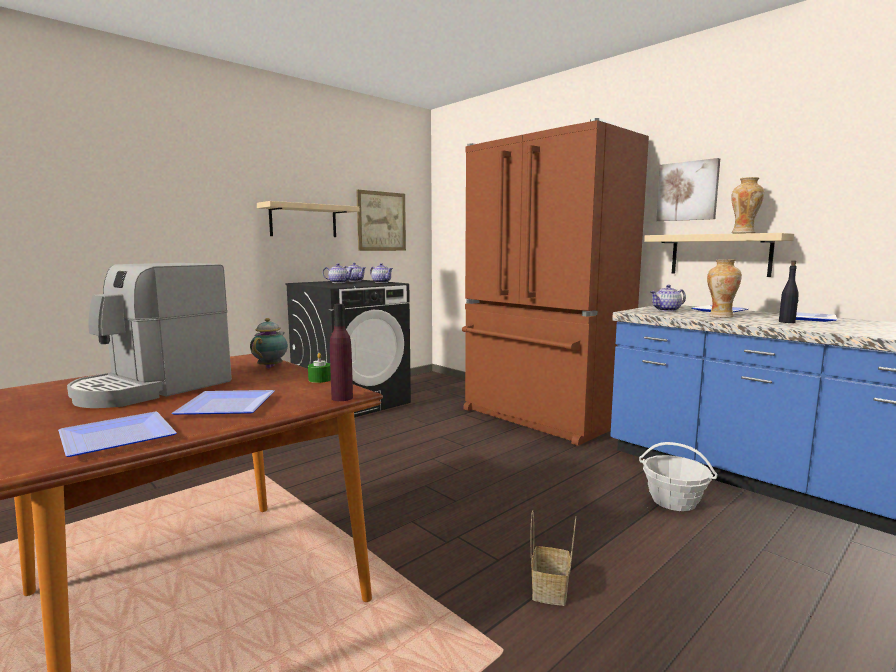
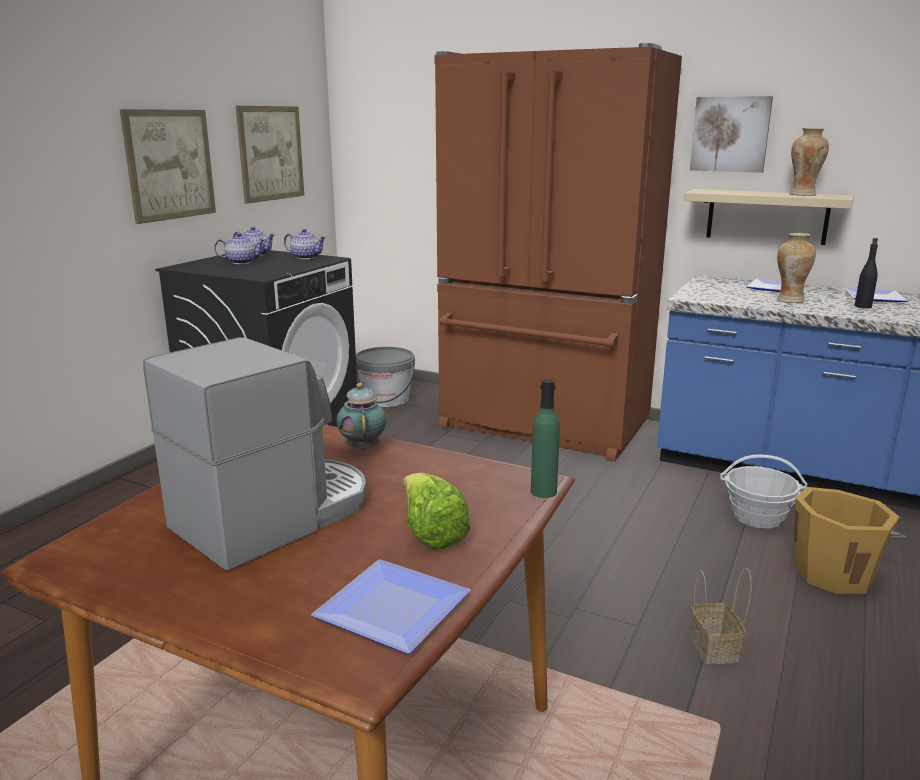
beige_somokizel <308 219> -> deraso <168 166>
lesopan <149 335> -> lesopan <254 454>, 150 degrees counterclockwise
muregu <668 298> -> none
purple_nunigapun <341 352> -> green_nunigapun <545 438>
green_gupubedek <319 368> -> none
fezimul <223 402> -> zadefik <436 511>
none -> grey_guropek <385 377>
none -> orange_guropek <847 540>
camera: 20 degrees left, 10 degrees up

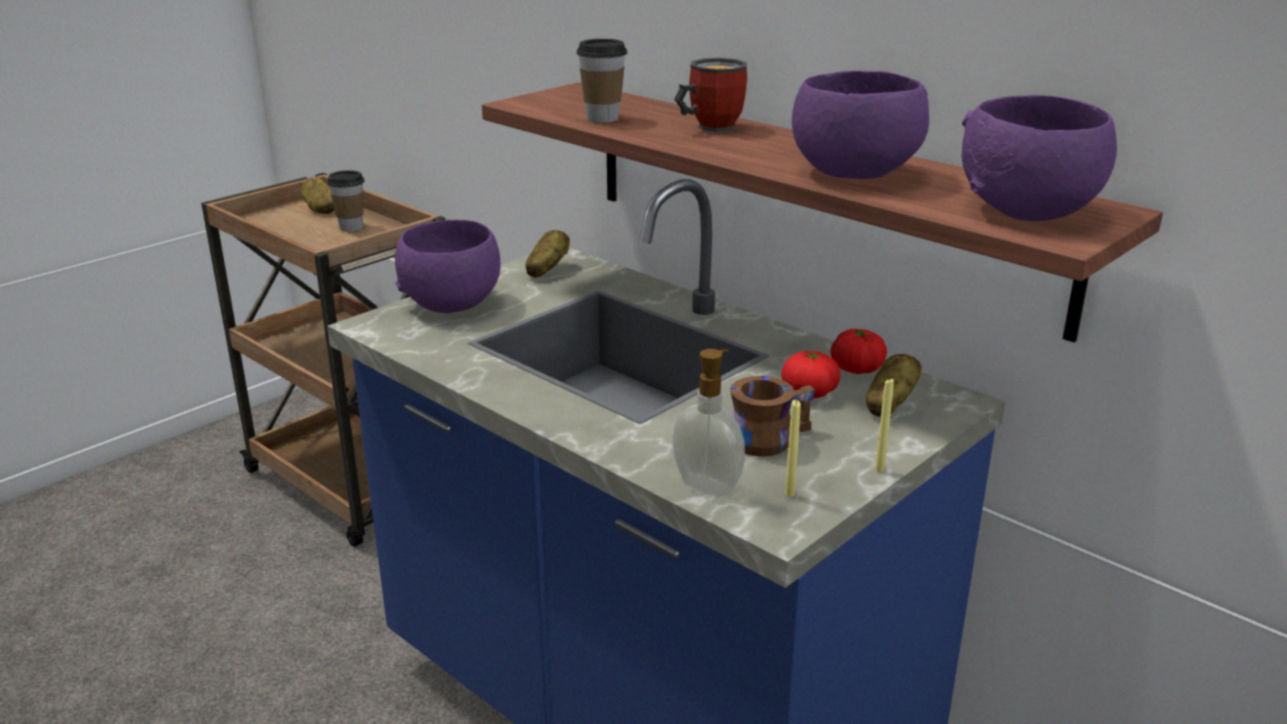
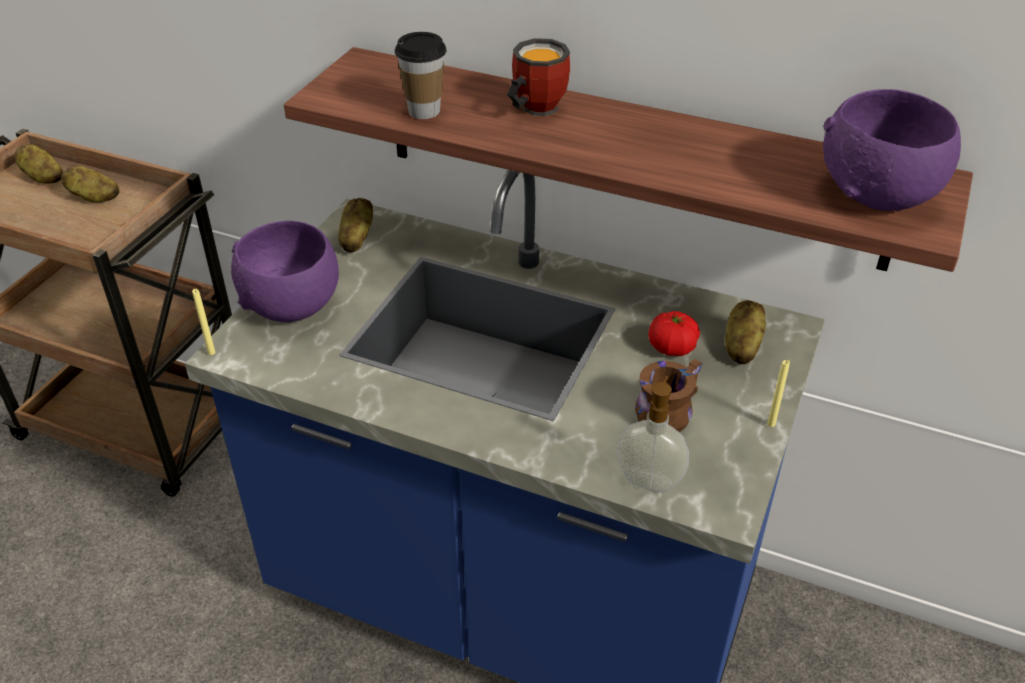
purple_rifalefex <860 125> -> none
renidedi <346 200> -> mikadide <90 184>
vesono <858 351> -> none
yellow_gupubedek <792 448> -> yellow_gupubedek <203 322>, moved
camera: 20 degrees left, 15 degrees up

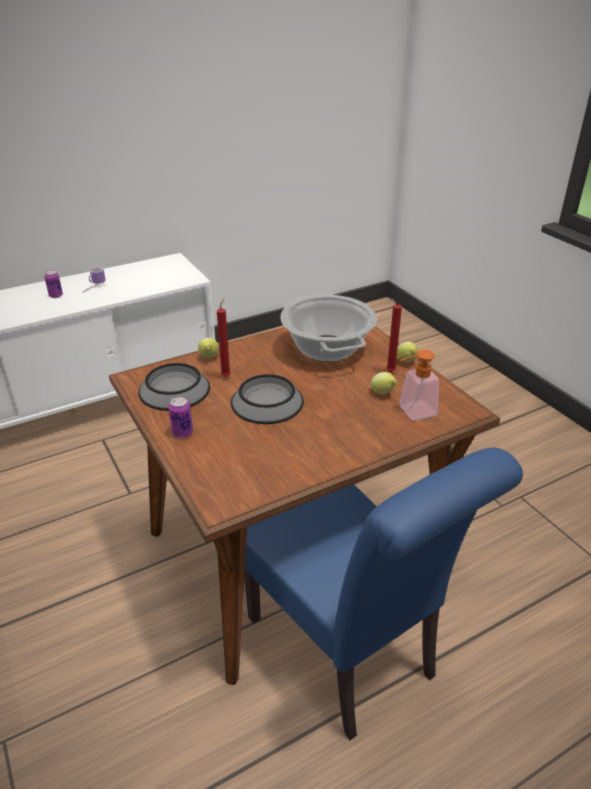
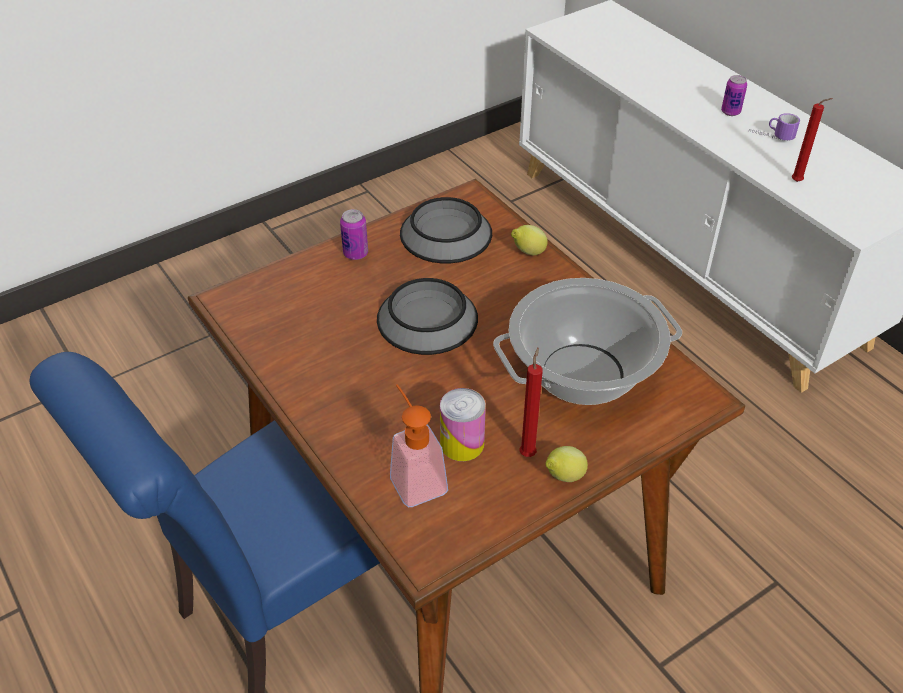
red_gupubedek <224 338> -> red_gupubedek <812 140>, moved
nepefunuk <384 383> -> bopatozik <463 424>
camera: 85 degrees right, 10 degrees up

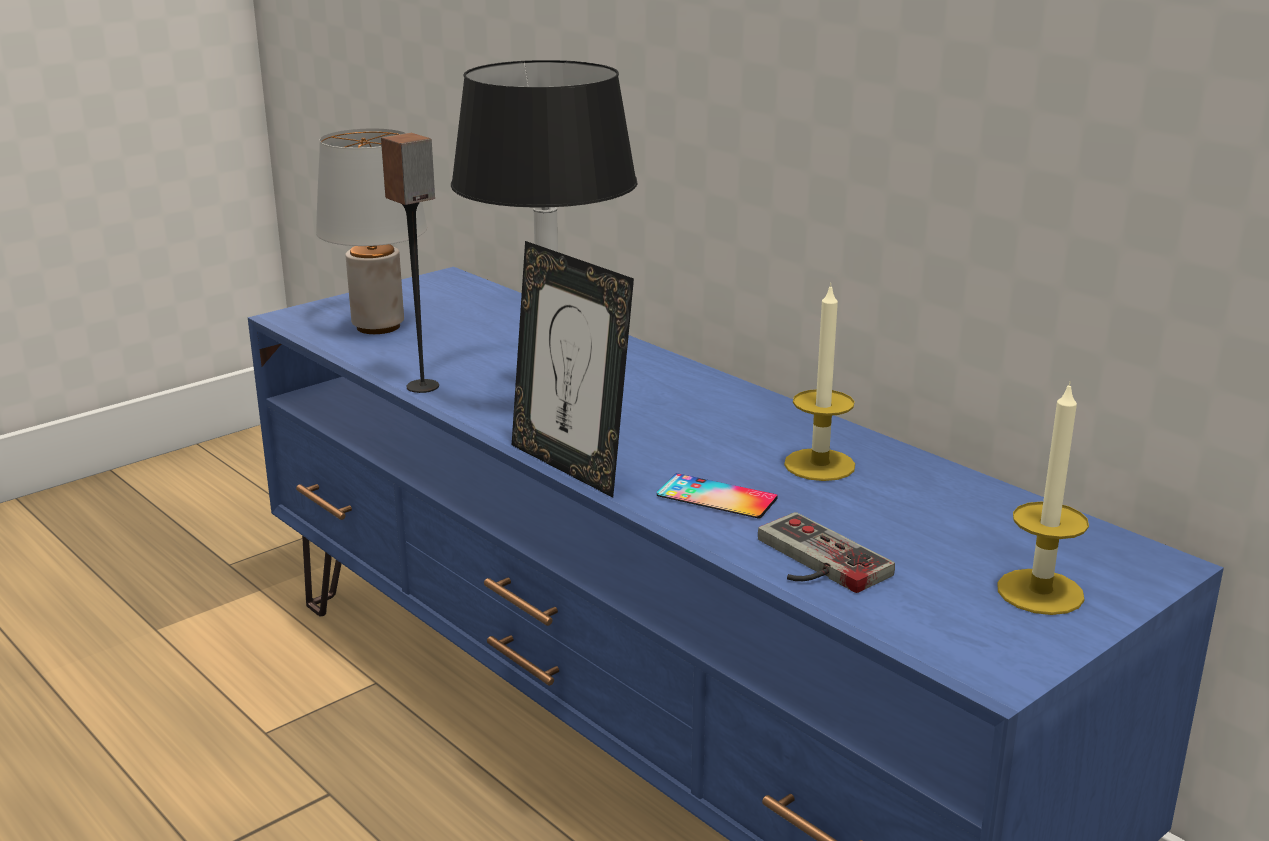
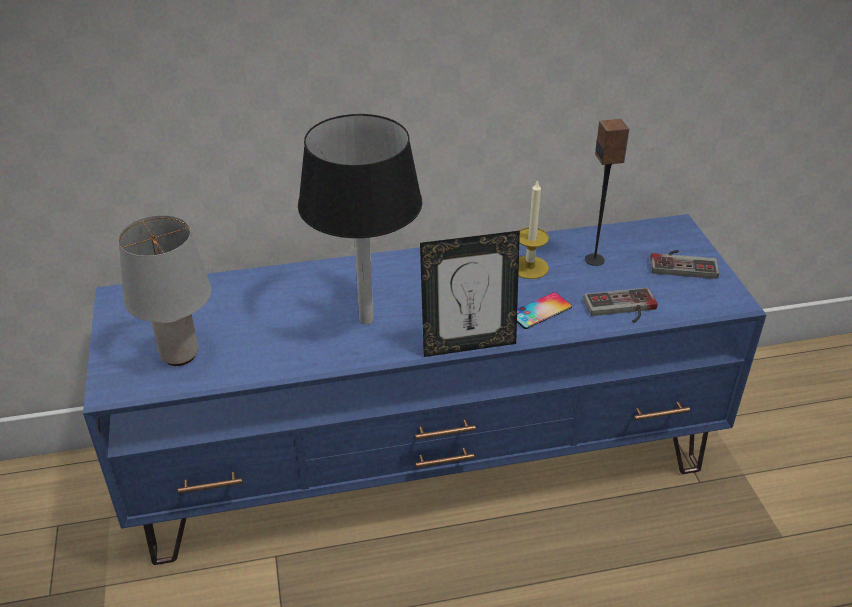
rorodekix <410 263> -> rorodekix <607 192>, moved
gupubedek <1043 498> -> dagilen <684 264>
camera: 60 degrees left, 15 degrees up

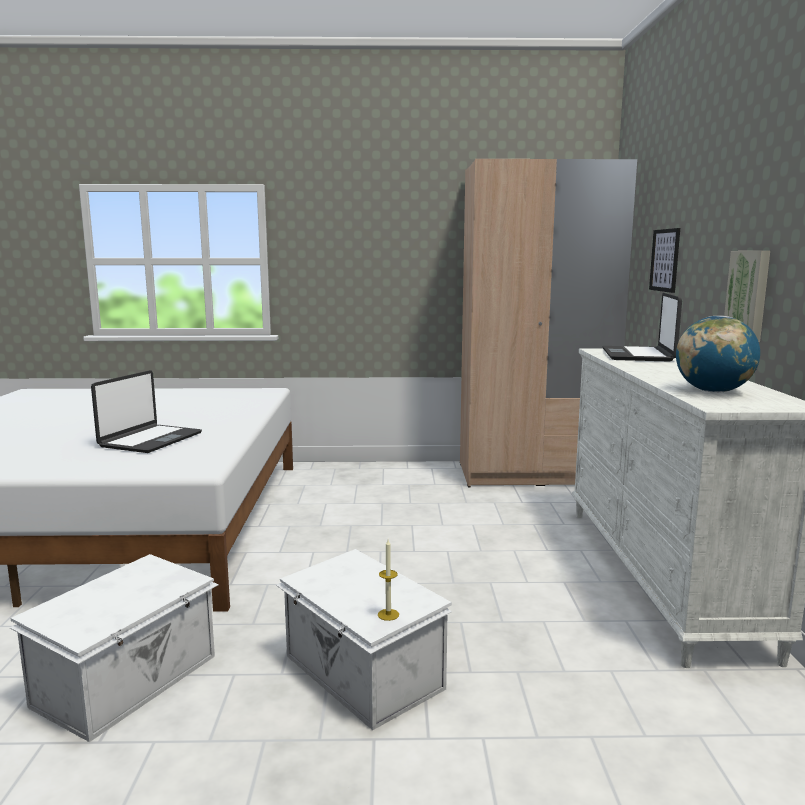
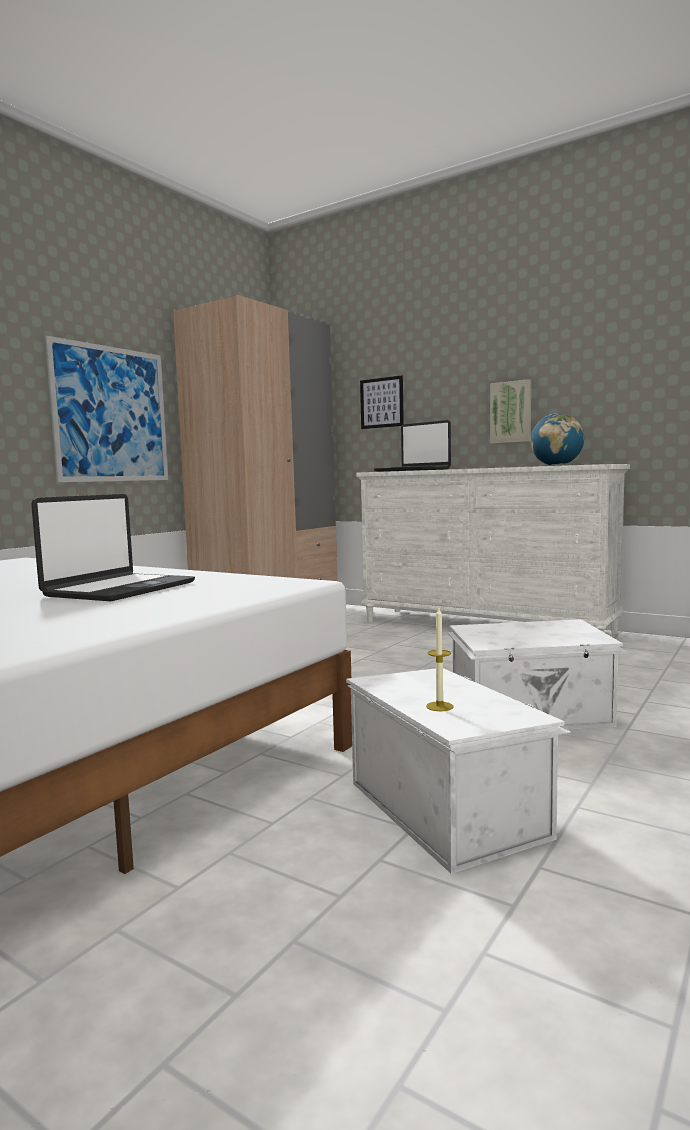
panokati <146 411> -> panokati <113 547>, 60 degrees clockwise
gupubedek <388 580> -> gupubedek <440 659>, moved
none -> deraso <106 409>
camera: 55 degrees left, 5 degrees down

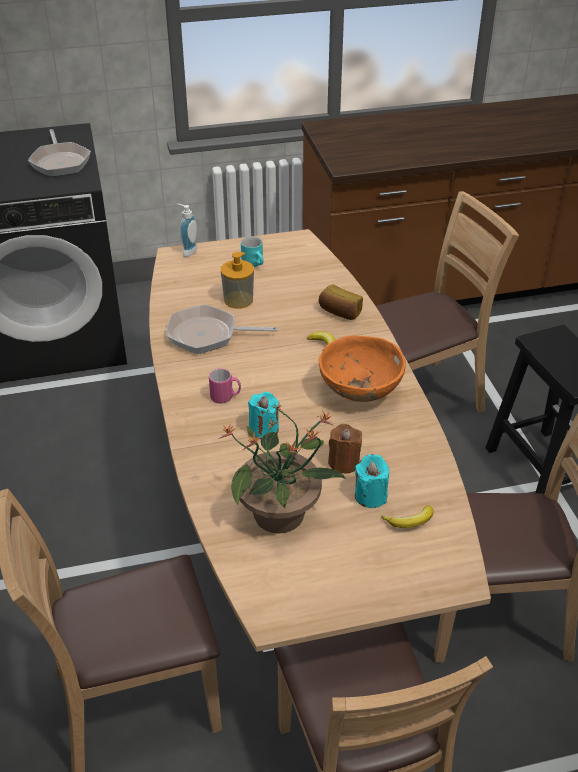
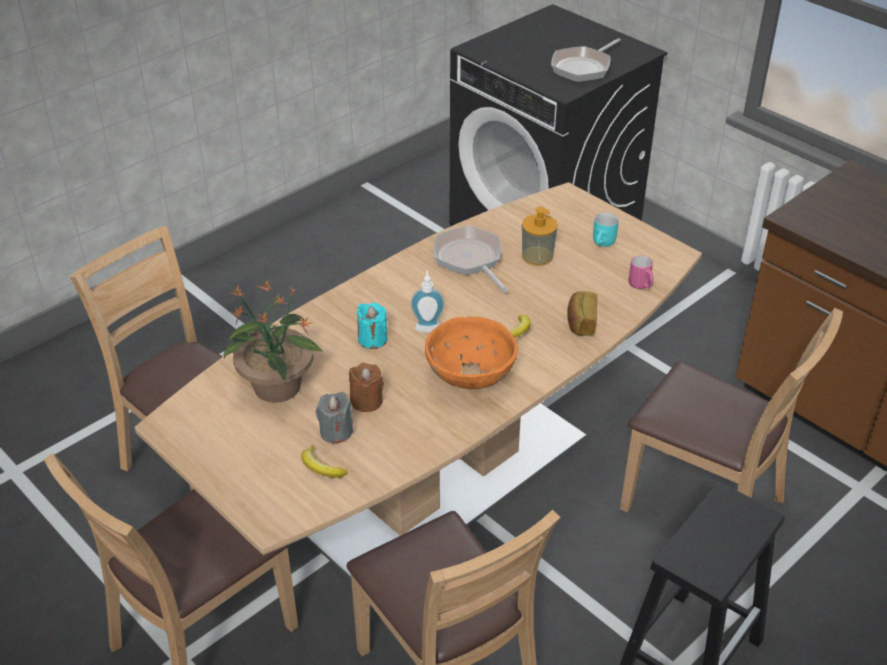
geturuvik <187 230> -> geturuvik <427 301>, moved
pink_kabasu <225 385> -> pink_kabasu <641 272>, moved
turquoise_gupubedek <372 481> -> grey_gupubedek <335 418>
camera: 60 degrees right, 0 degrees up

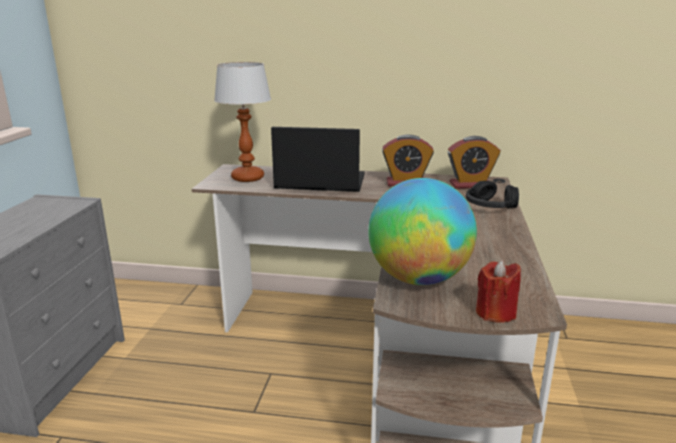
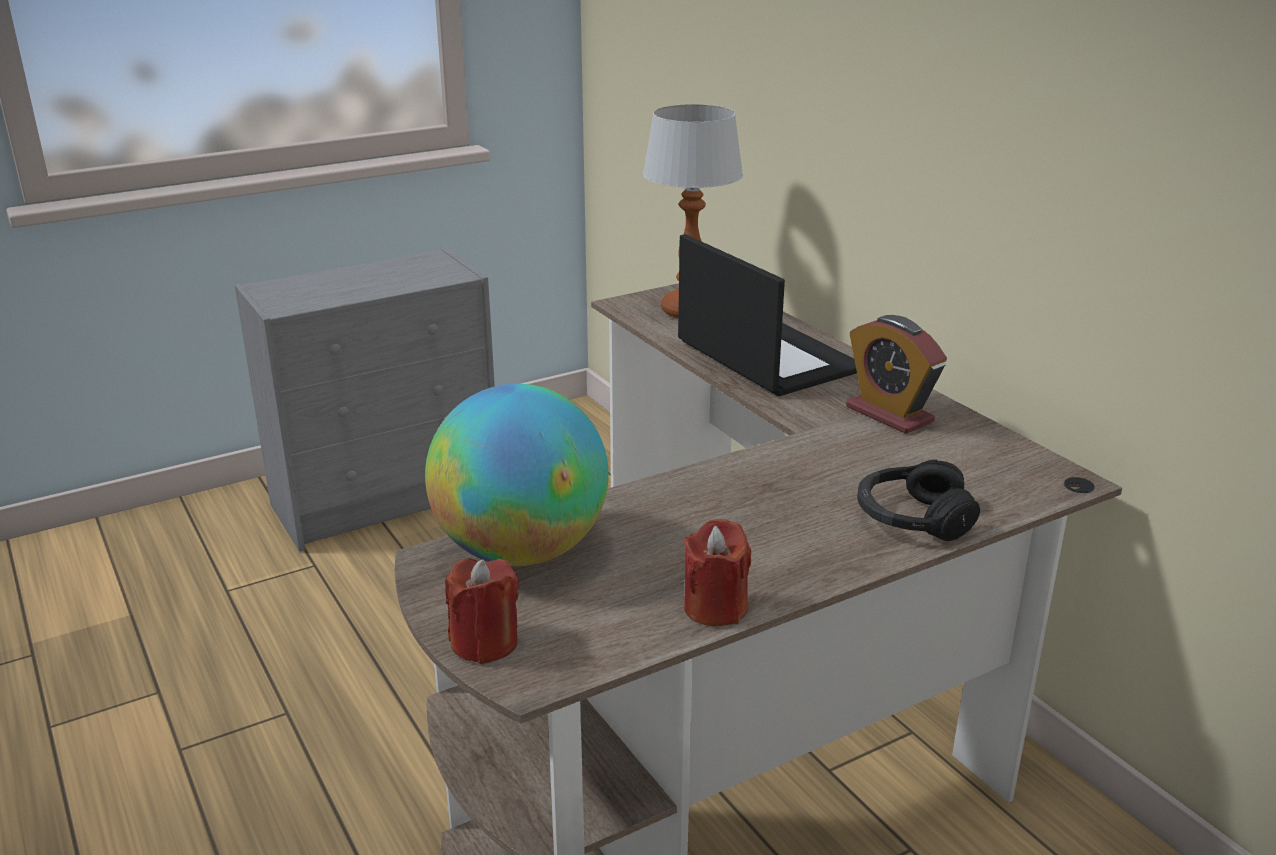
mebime <474 162> -> none
none -> red_gupubedek <717 572>
camera: 50 degrees right, 5 degrees up

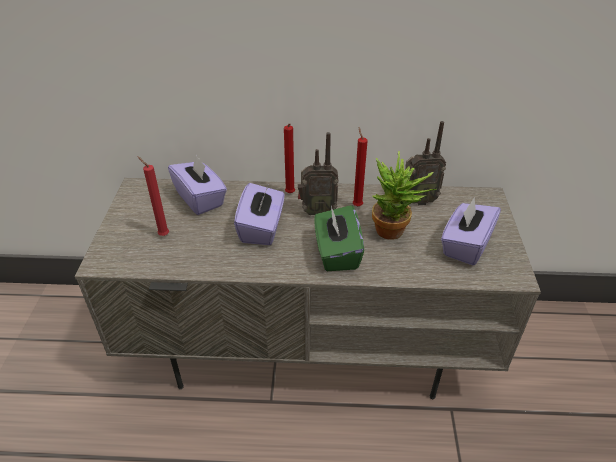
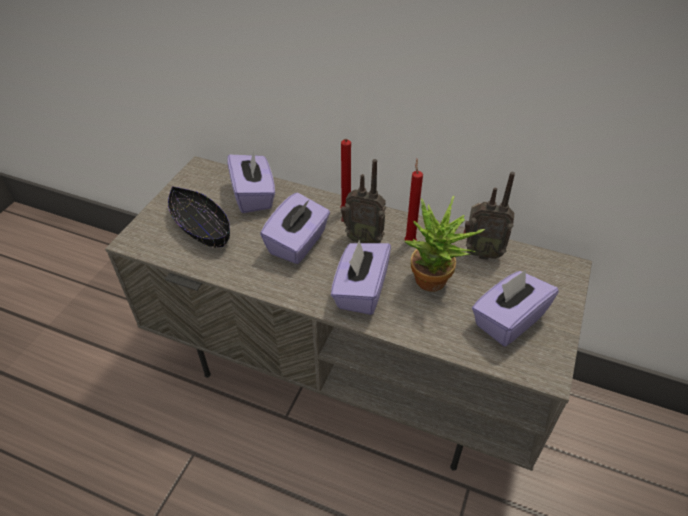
red_gupubedek <153 196> -> black_rifalefex <199 217>
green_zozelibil <339 238> -> purple_zozelibil <361 277>
camera: 20 degrees right, 5 degrees up

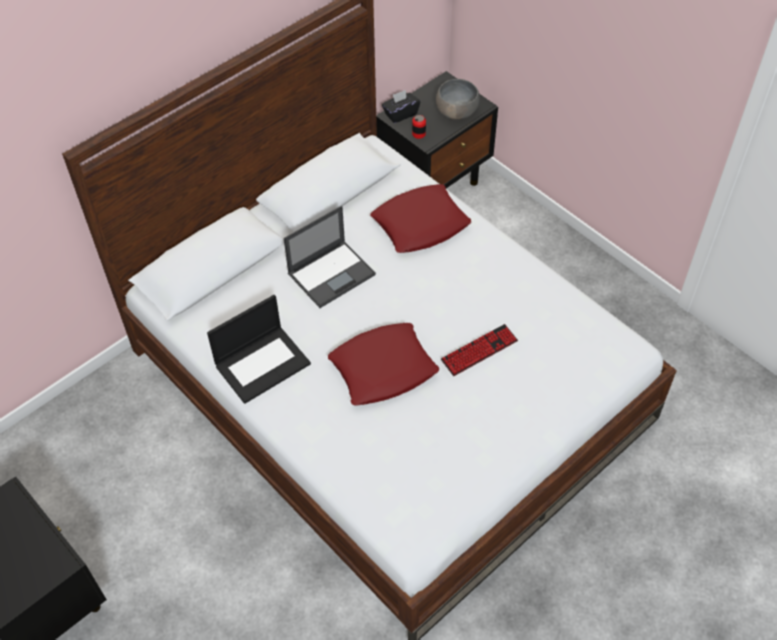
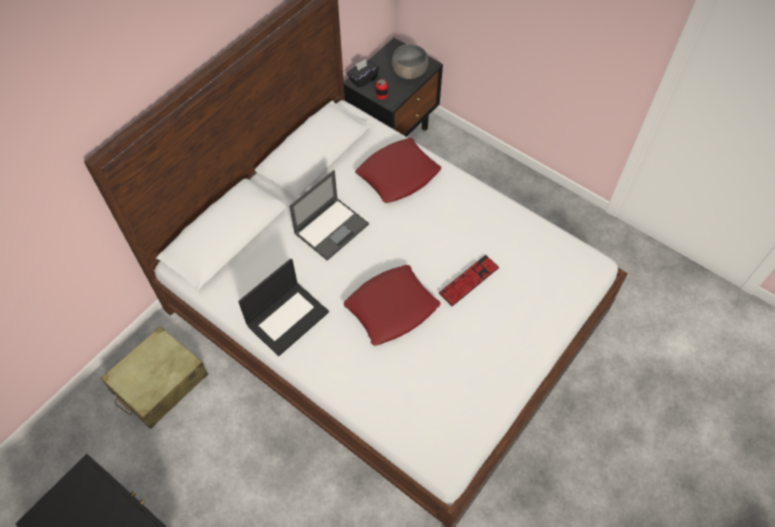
none -> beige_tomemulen <154 377>
camera: 10 degrees left, 5 degrees up

